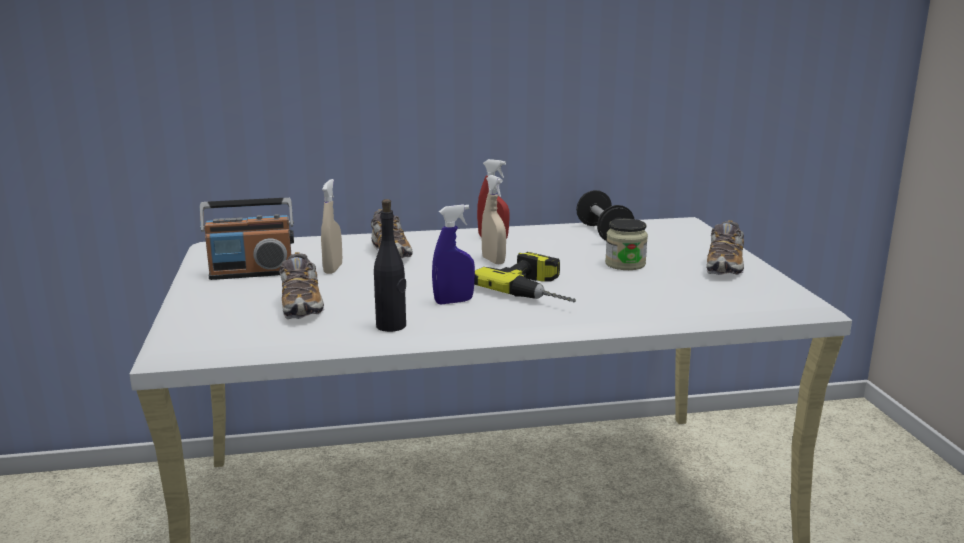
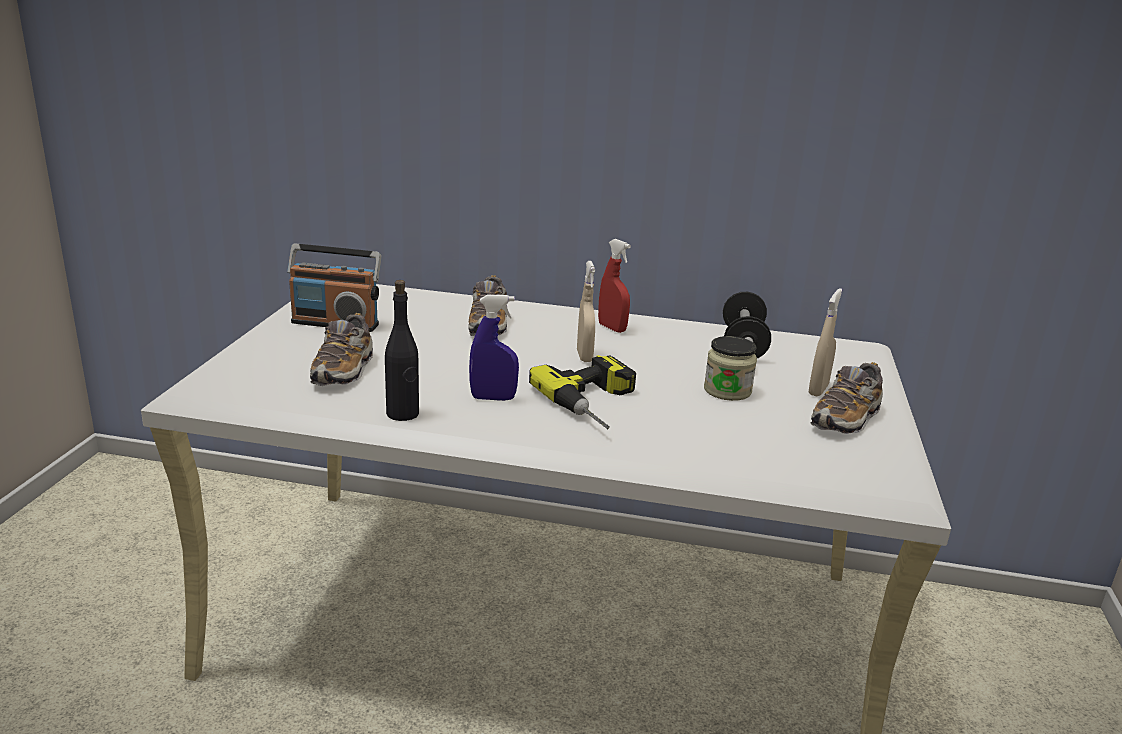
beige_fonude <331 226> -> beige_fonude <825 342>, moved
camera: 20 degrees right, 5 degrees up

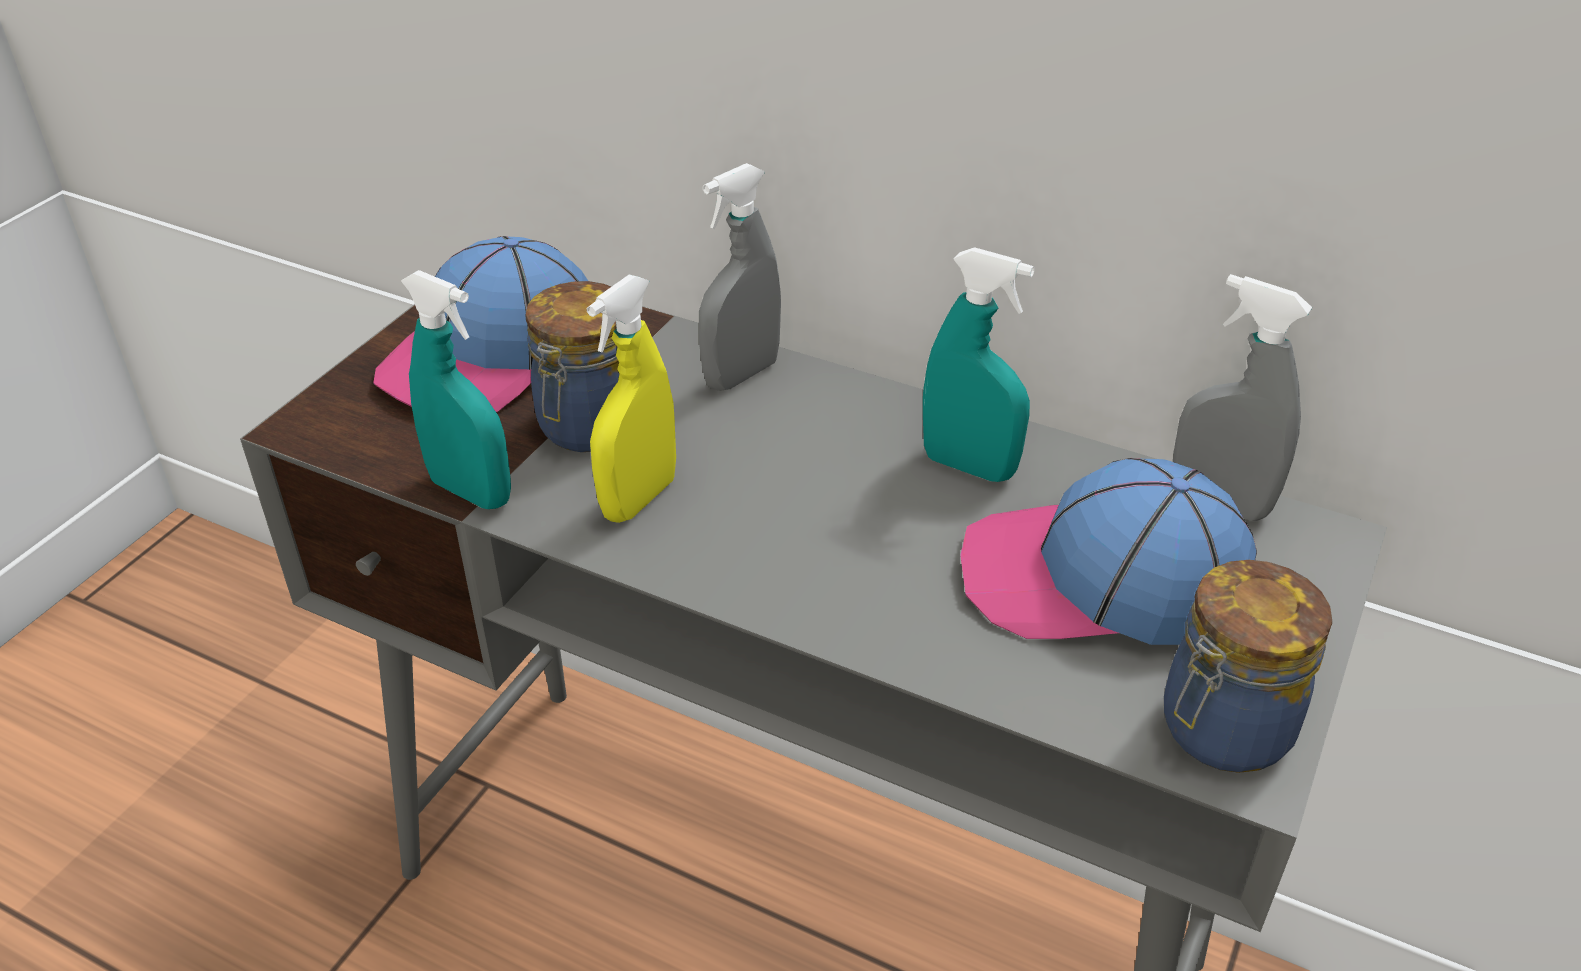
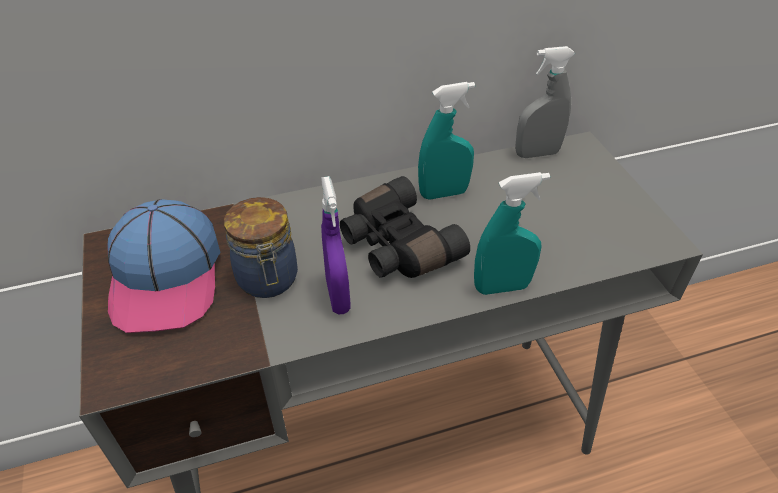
grey_fonude <740 277> -> none
turquoise_fonude <456 389> -> turquoise_fonude <512 233>, moved
yellow_fonude <631 399> -> purple_fonude <335 245>
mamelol <1108 551> -> none
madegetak <1248 666> -> none
none -> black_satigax <405 227>
camera: 45 degrees left, 5 degrees up

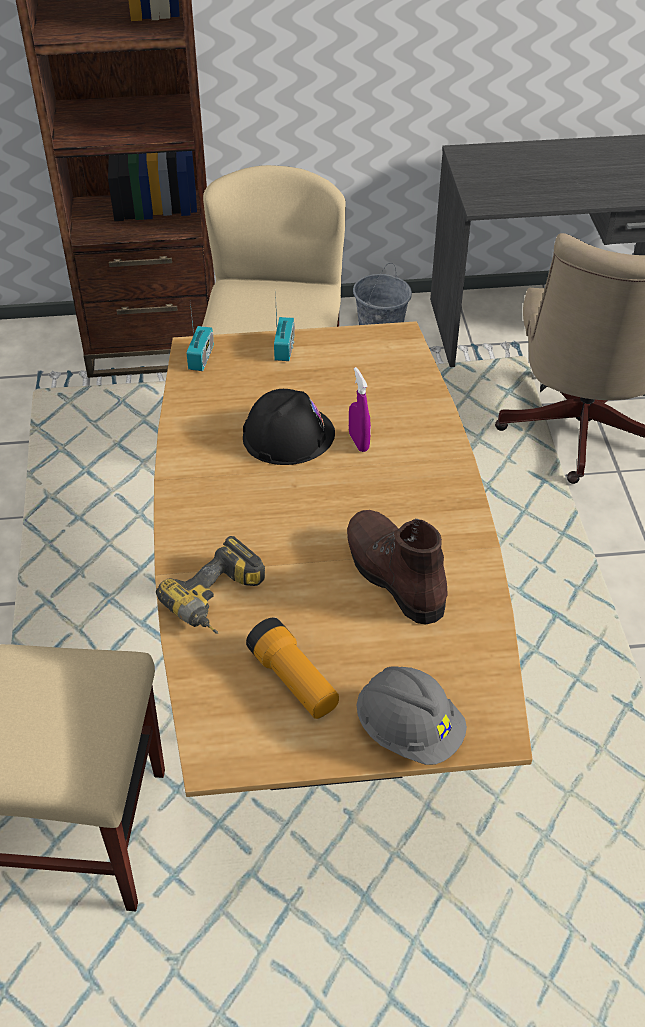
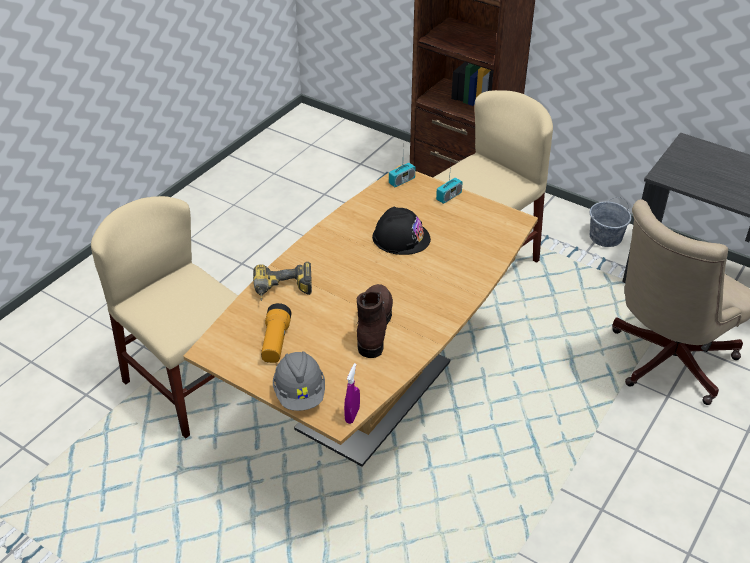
purple_fonude <360 409> -> purple_fonude <352 393>, moved
camera: 40 degrees right, 5 degrees down

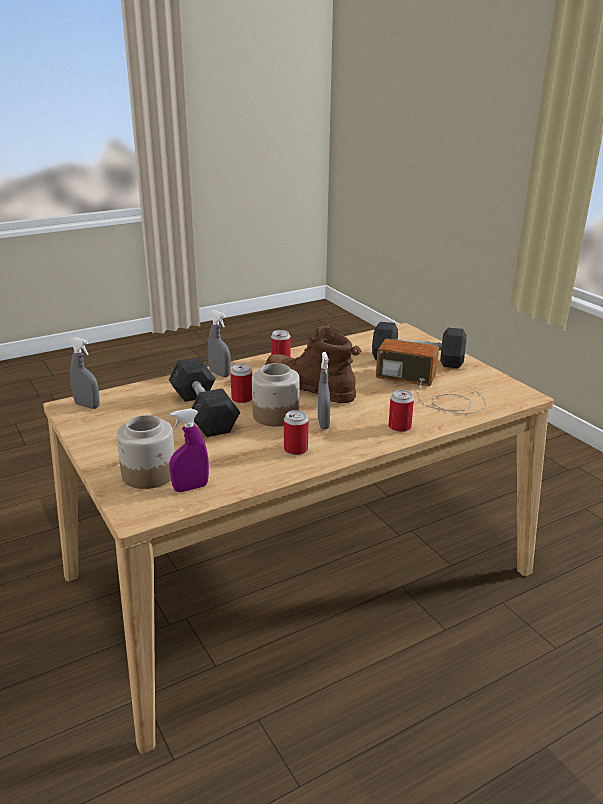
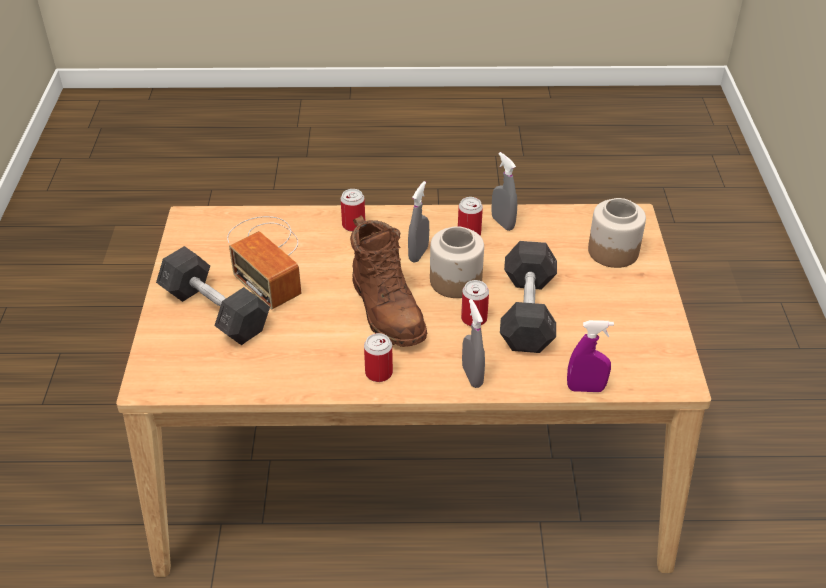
grey_fonude <84 373> -> grey_fonude <504 191>, moved
purple_fonude <189 450> -> purple_fonude <590 356>, moved
camera: 150 degrees left, 15 degrees up

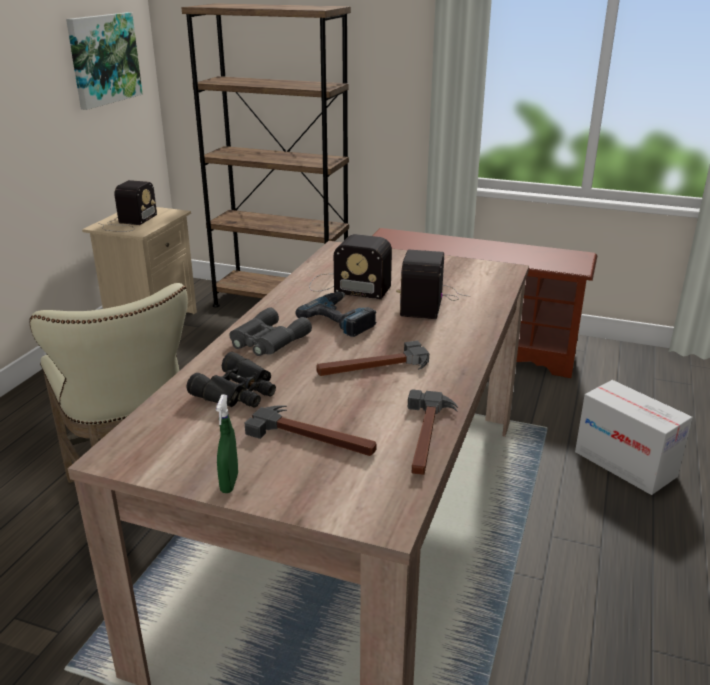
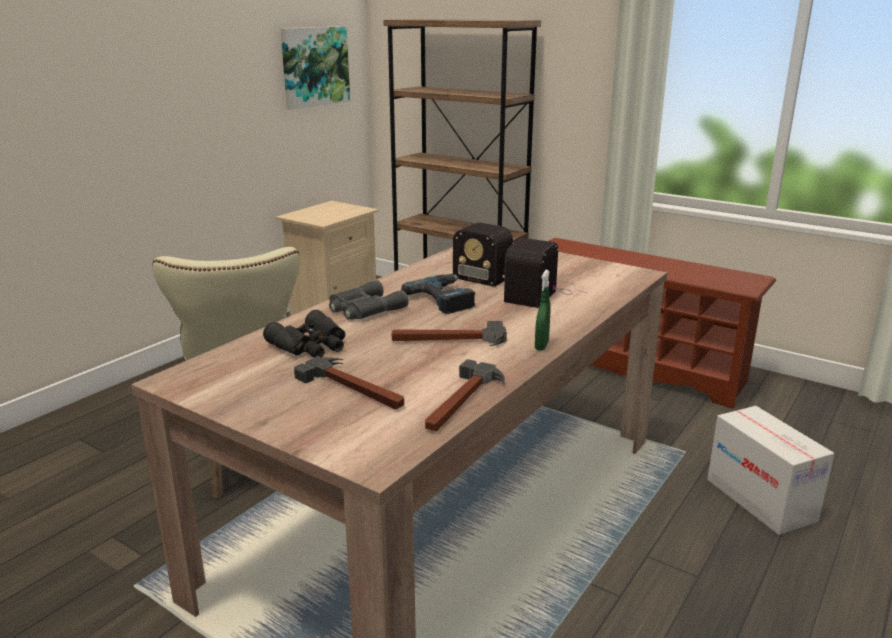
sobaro <127 206> -> none
green_fonude <227 444> -> green_fonude <542 310>, moved
camera: 15 degrees right, 5 degrees down

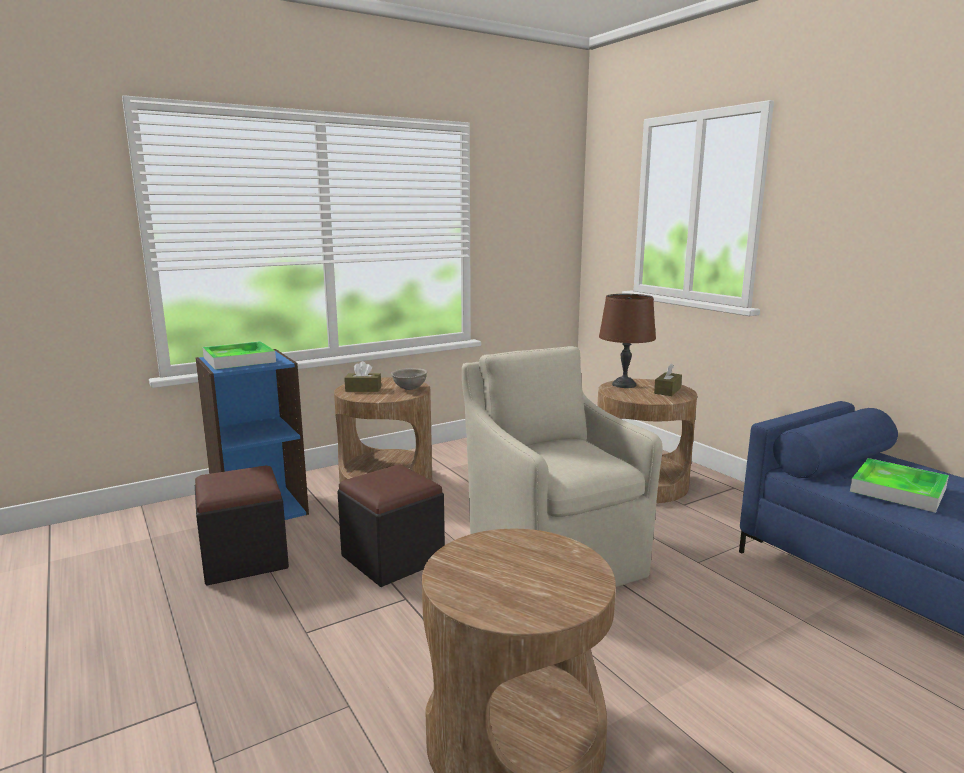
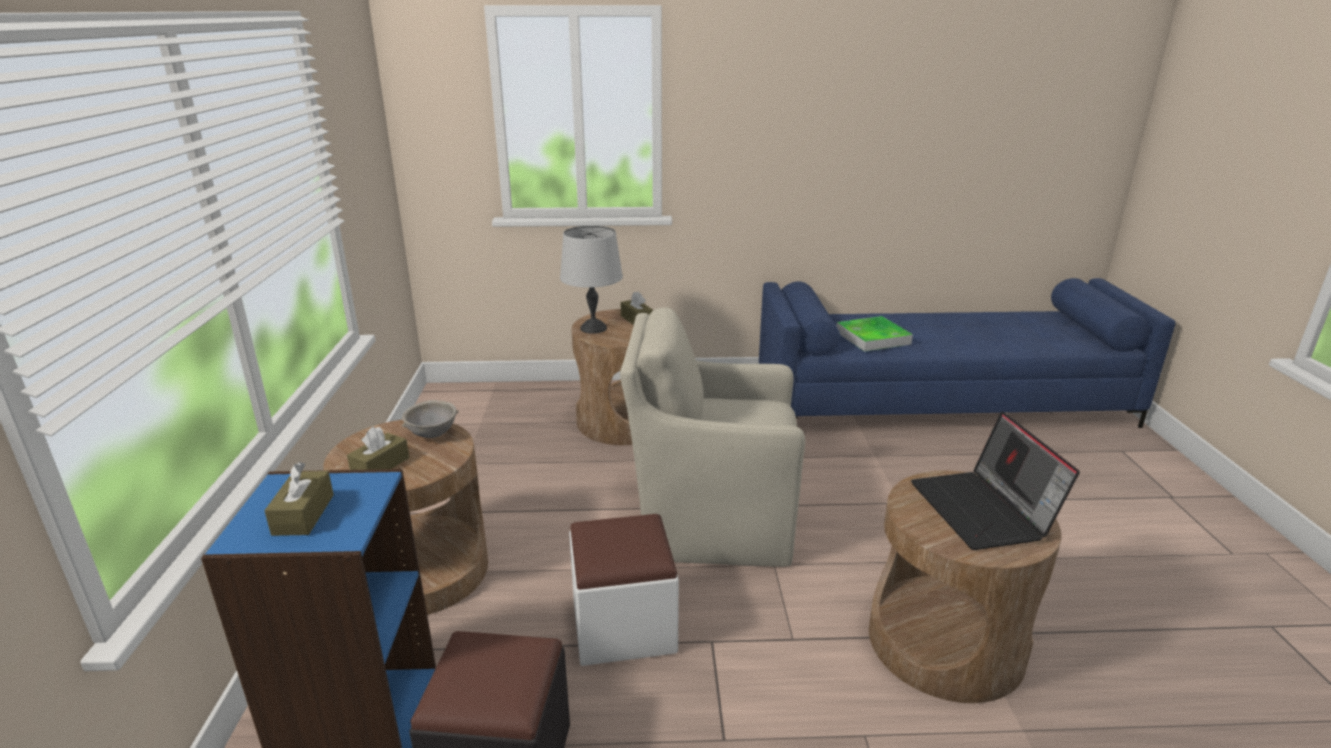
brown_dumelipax <627 341> -> grey_dumelipax <591 279>
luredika <239 355> -> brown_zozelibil <299 499>
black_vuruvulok <391 525> -> white_vuruvulok <624 590>
none -> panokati <995 480>
camera: 60 degrees left, 10 degrees up

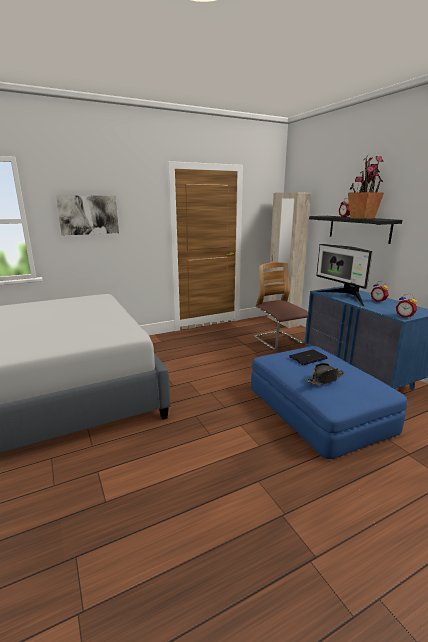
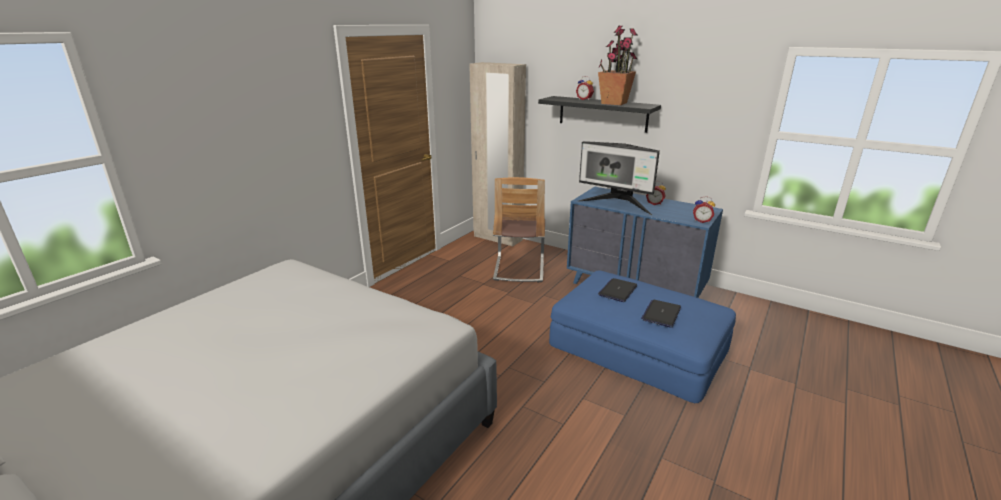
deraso <87 215> -> none
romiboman <280 306> -> romiboman <519 229>, 120 degrees counterclockwise
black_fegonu <325 374> -> panokati <661 314>
camera: 30 degrees left, 5 degrees up

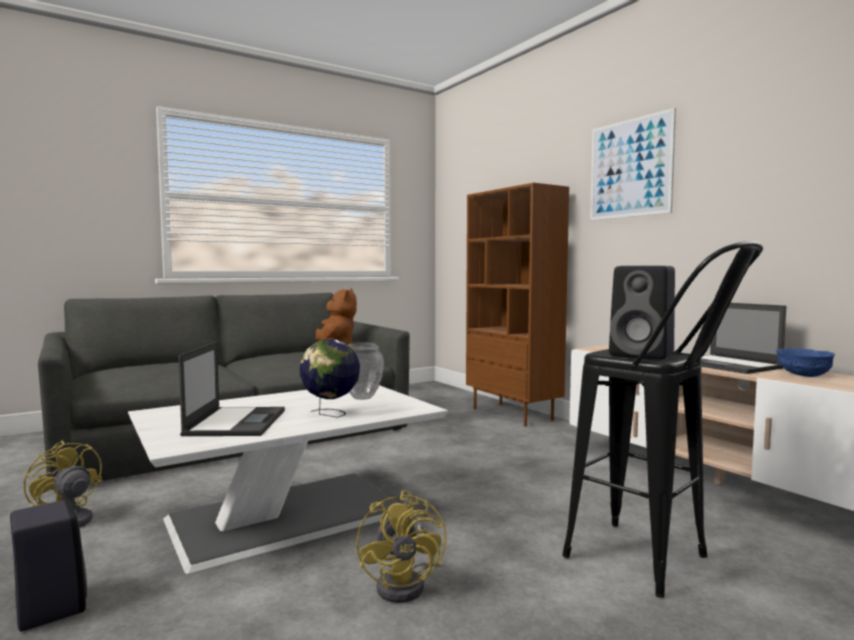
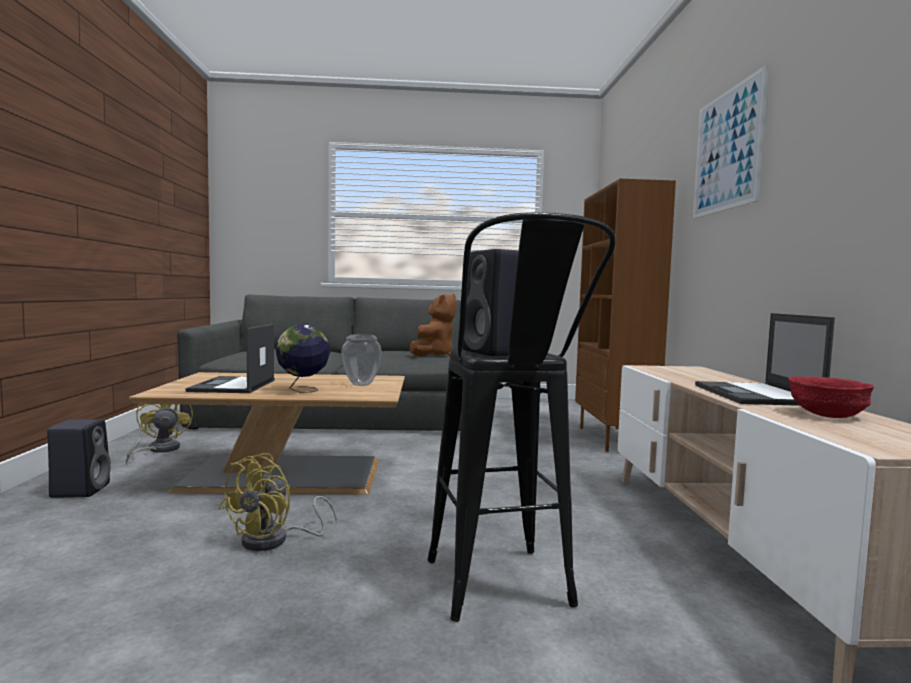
panokati <231 389> -> panokati <230 358>, 150 degrees clockwise
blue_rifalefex <805 362> -> red_rifalefex <831 397>
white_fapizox <288 479> -> brown_fapizox <267 433>
camera: 30 degrees right, 0 degrees up

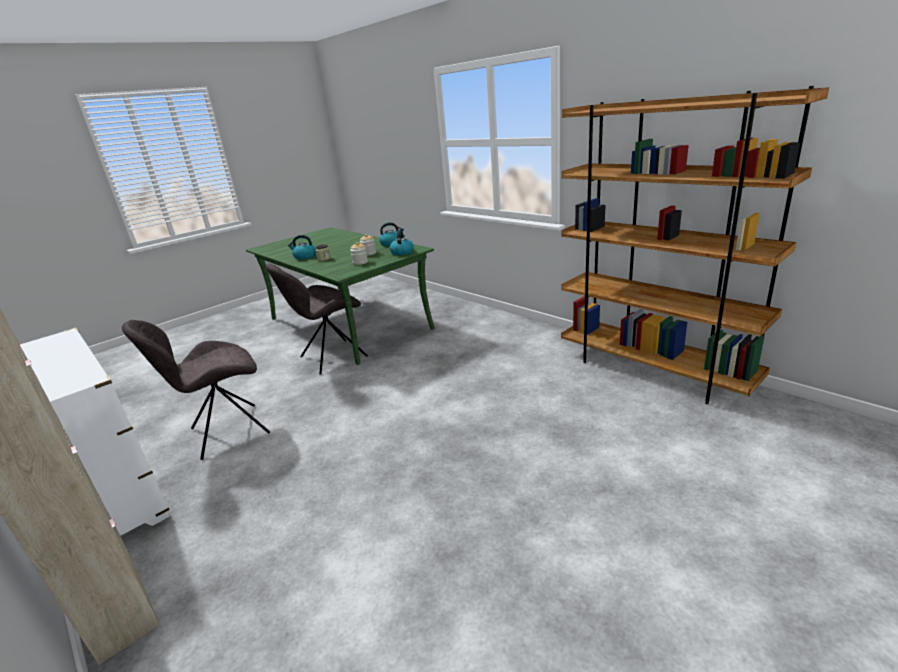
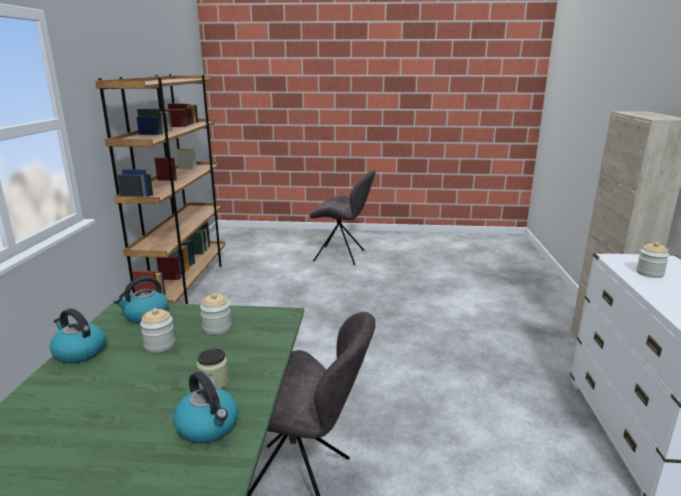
grey_romiboman <196 390> -> grey_romiboman <342 217>, moved
none -> madegetak <652 260>
camera: 135 degrees left, 5 degrees down

